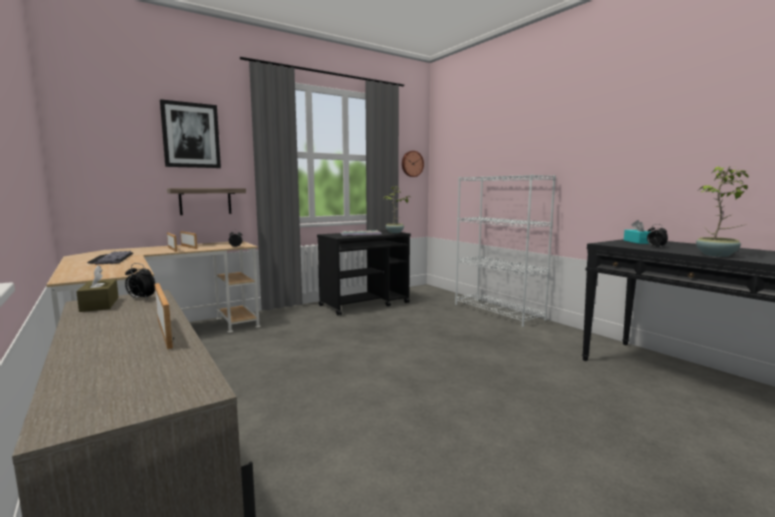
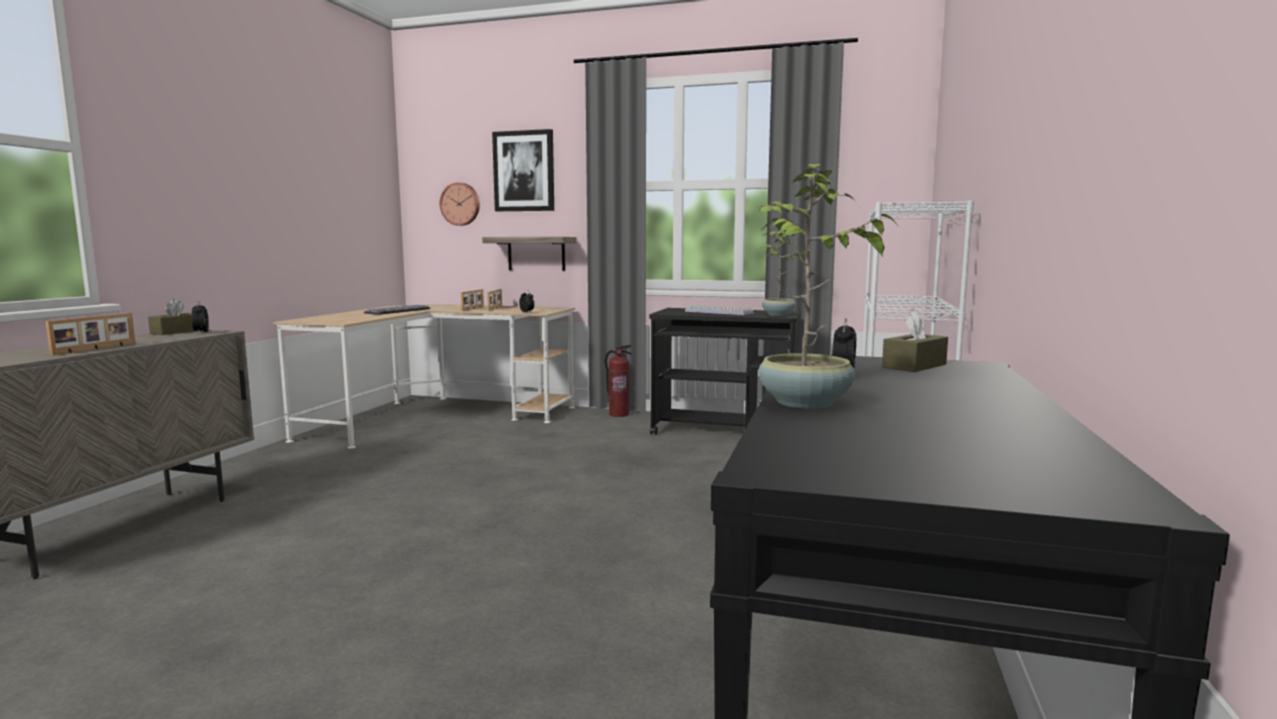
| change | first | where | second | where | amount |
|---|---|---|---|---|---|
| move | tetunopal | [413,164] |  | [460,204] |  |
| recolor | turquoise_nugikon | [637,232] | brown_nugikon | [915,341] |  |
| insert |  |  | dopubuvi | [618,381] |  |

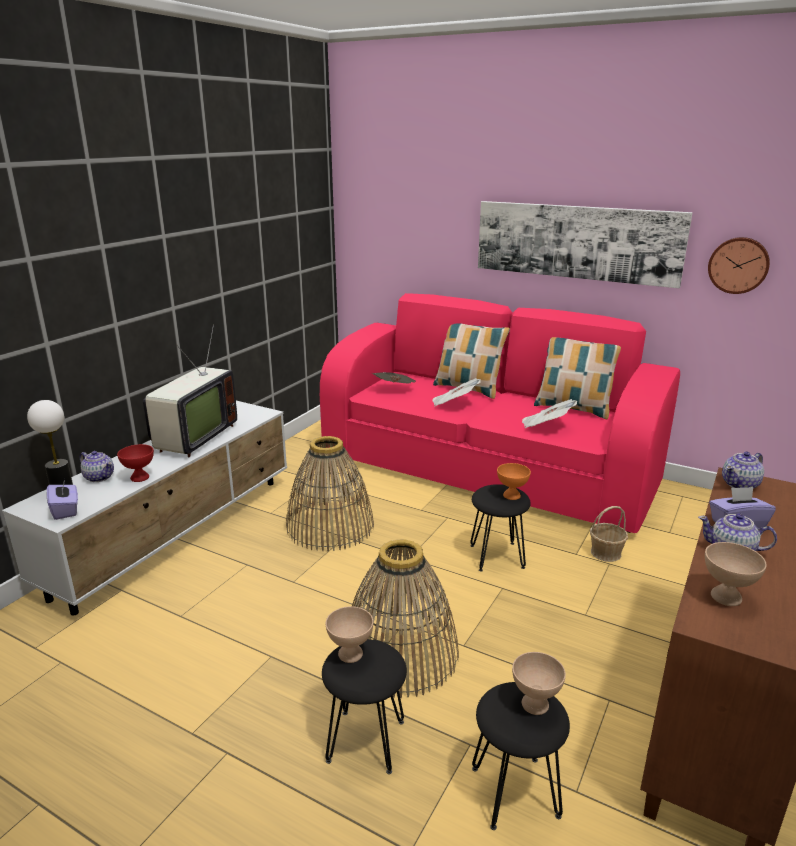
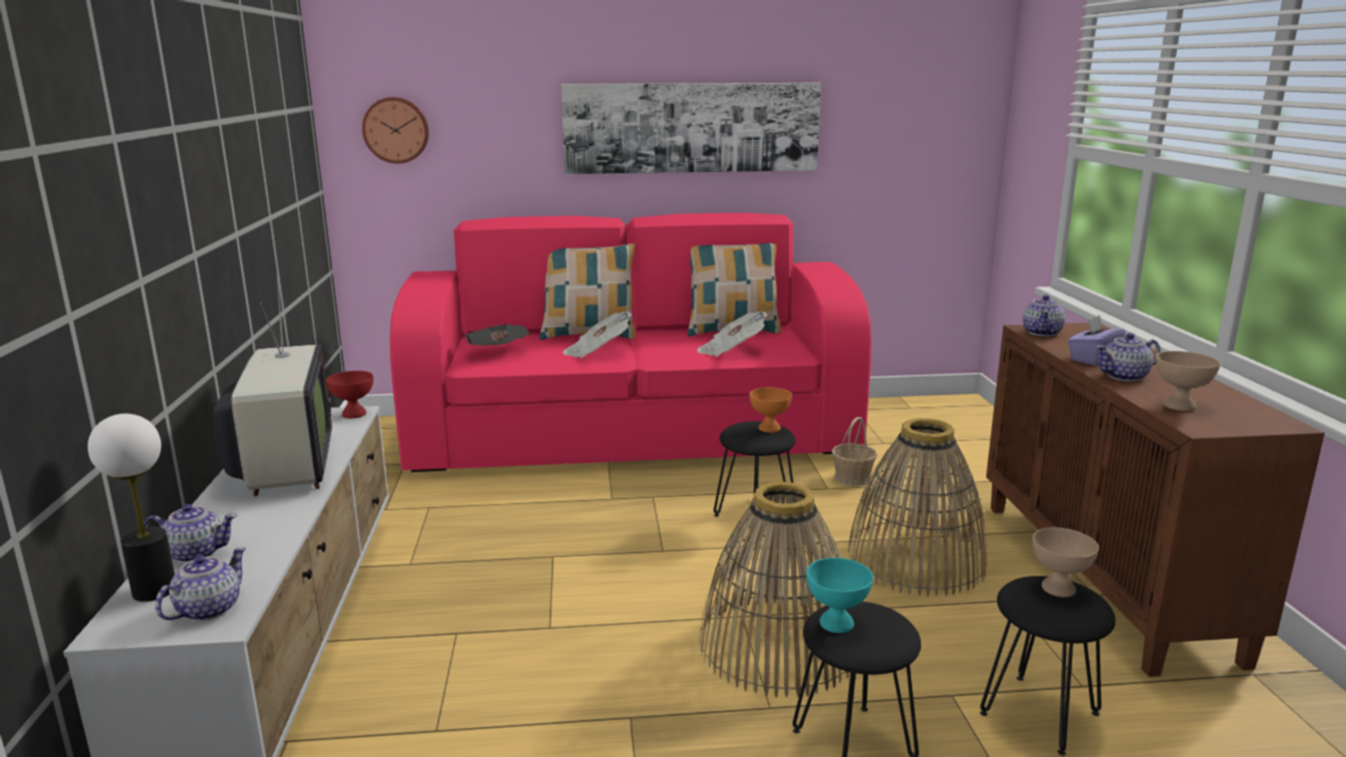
| change | first | where | second | where | amount |
|---|---|---|---|---|---|
| move | tetunopal | [739,265] |  | [395,130] |  |
| move | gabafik | [330,494] |  | [917,507] |  |
| move | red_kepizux | [135,463] |  | [349,394] |  |
| replace | purple_nugikon | [62,499] | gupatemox | [200,584] |  |
| recolor | beige_kepizux | [349,634] | turquoise_kepizux | [839,595] |  |

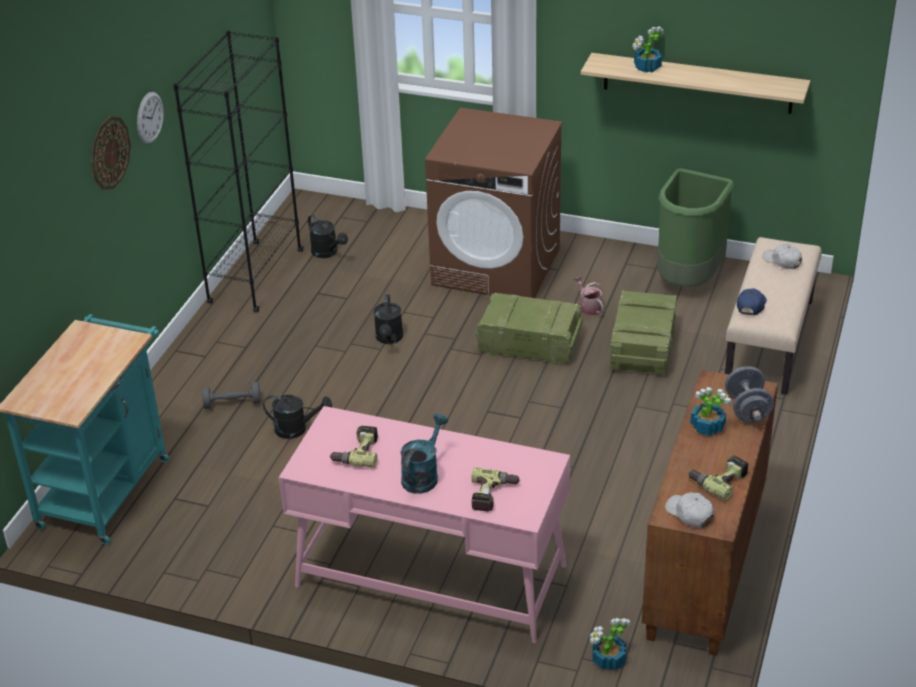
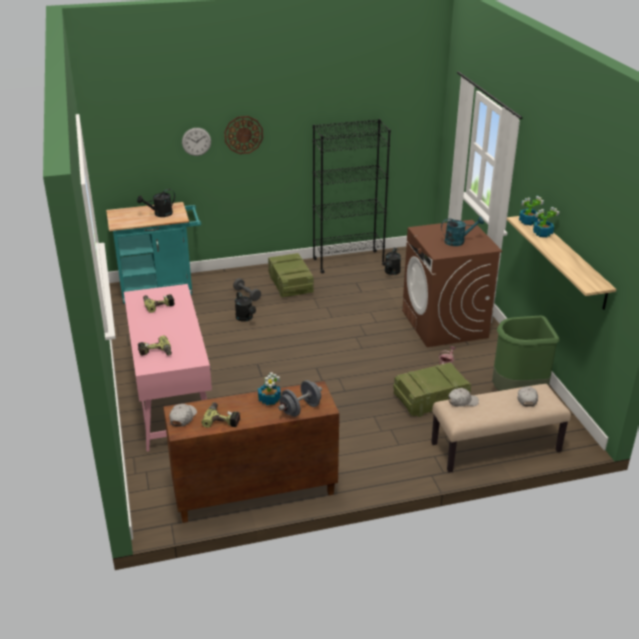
| change | first | where | second | where | amount |
|---|---|---|---|---|---|
| move | tetunopal | [150,118] |  | [196,142] |  |
| recolor | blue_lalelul | [752,302] | white_lalelul | [463,397] |  |
| move | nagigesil | [529,329] |  | [291,275] |  |
| move | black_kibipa | [388,319] |  | [156,203] |  |
| move | turquoise_kibipa | [424,454] |  | [462,231] |  |
| move | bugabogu | [610,644] |  | [531,210] |  |

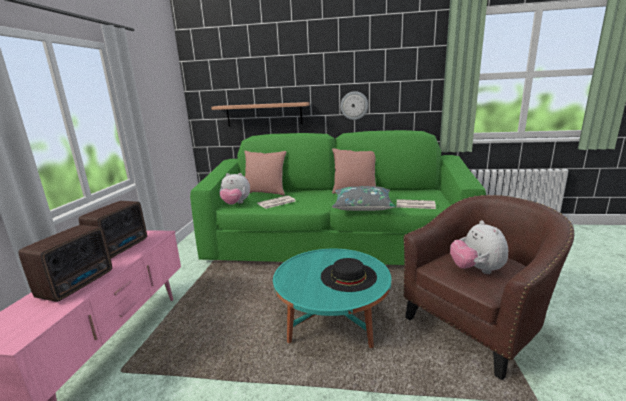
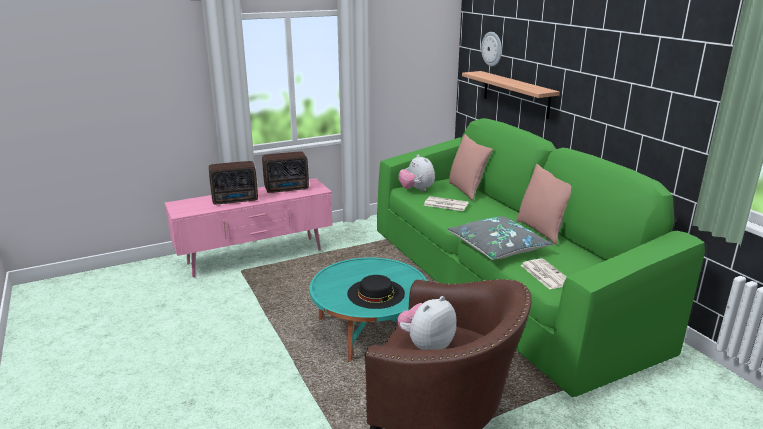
| change | first | where | second | where | amount |
|---|---|---|---|---|---|
| move | tetunopal | [354,105] |  | [491,49] |  |

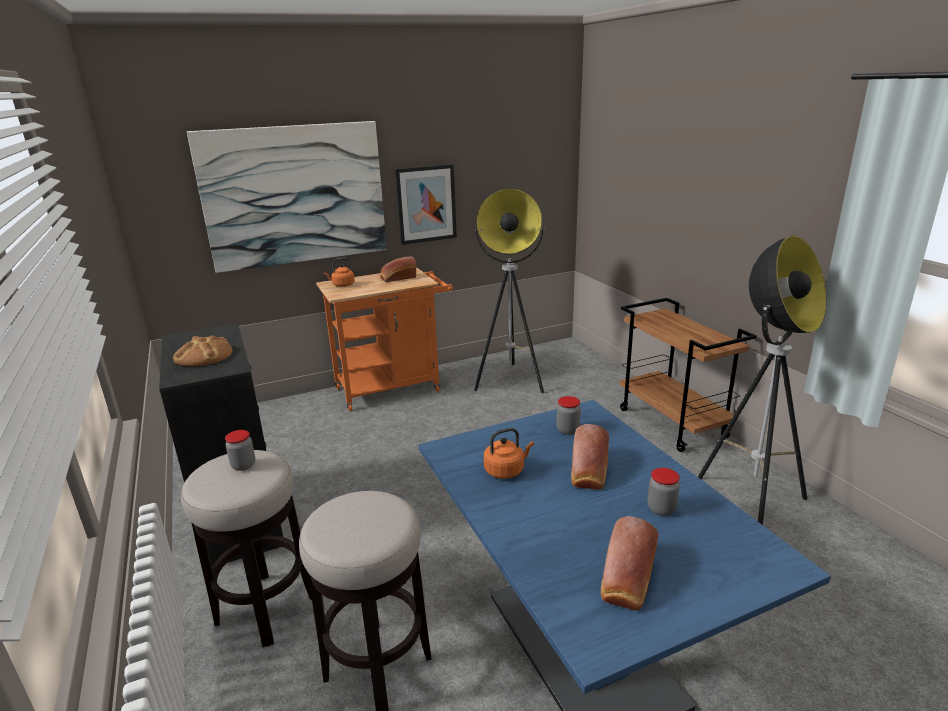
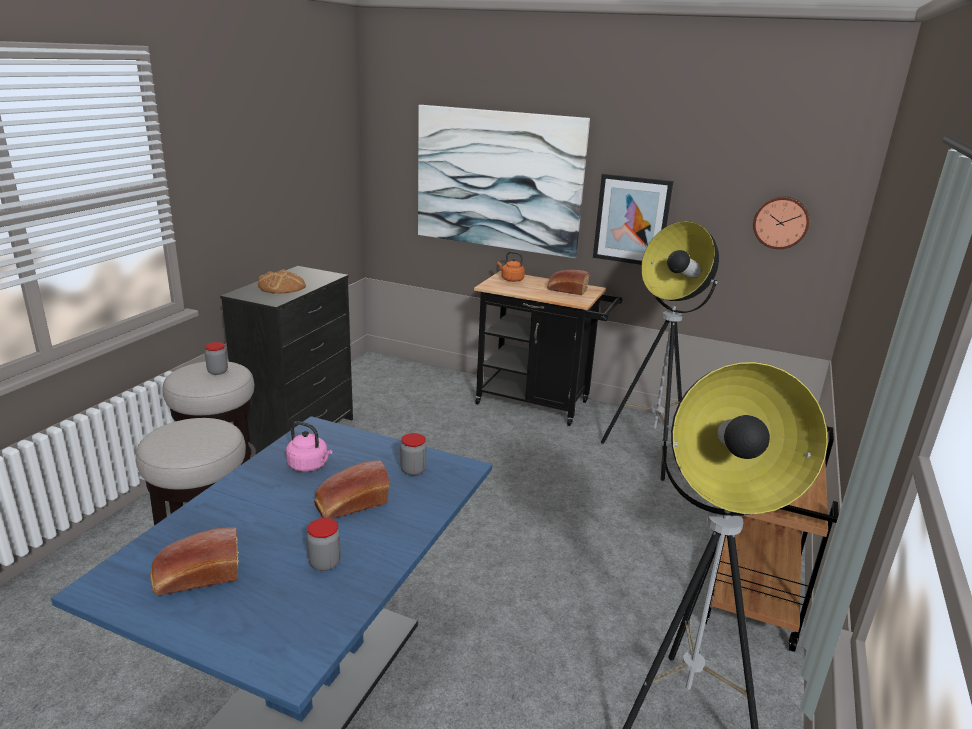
| change | first | where | second | where | amount |
|---|---|---|---|---|---|
| recolor | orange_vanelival | [384,340] | black_vanelival | [548,348] |  |
| recolor | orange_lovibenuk | [509,453] | pink_lovibenuk | [309,446] |  |
| insert |  |  | tetunopal | [781,222] |  |

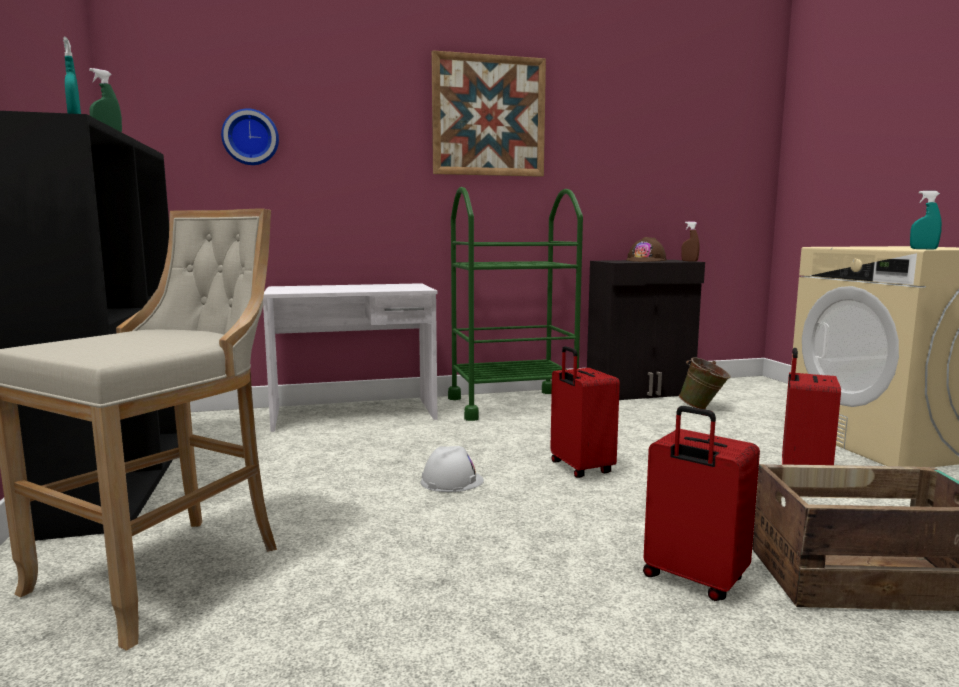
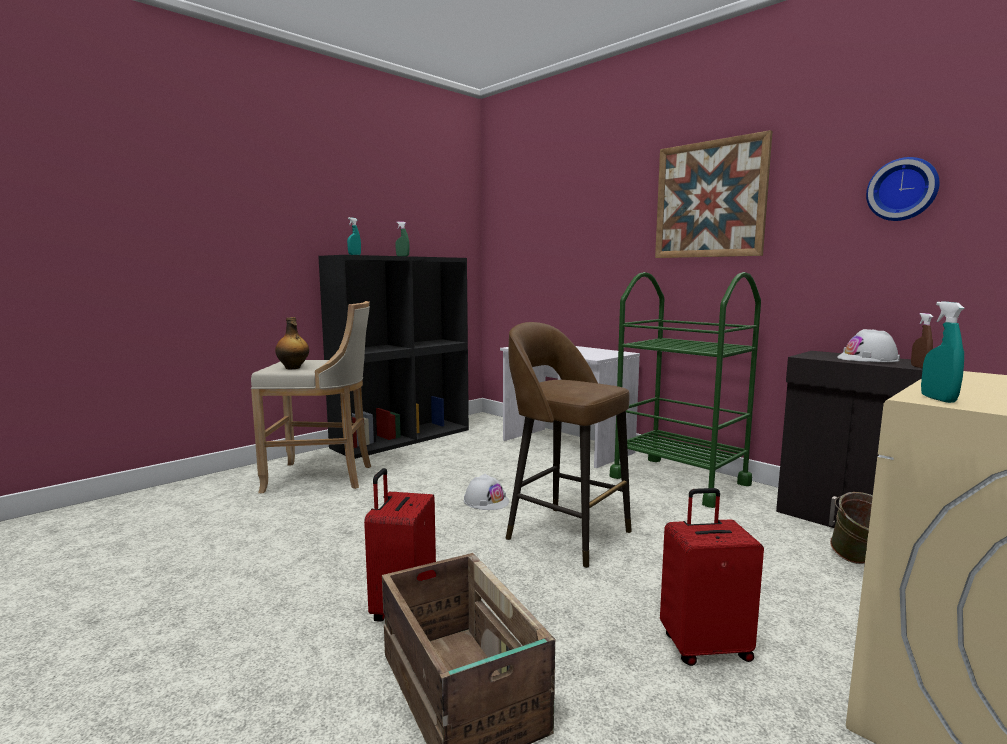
| change | first | where | second | where | amount |
|---|---|---|---|---|---|
| move | tetunopal | [250,136] |  | [902,189] |  |
| recolor | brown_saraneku | [646,249] | white_saraneku | [868,345] |  |
| replace | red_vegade | [585,412] | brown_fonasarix | [569,445] |  |
| insert |  |  | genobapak | [292,343] |  |

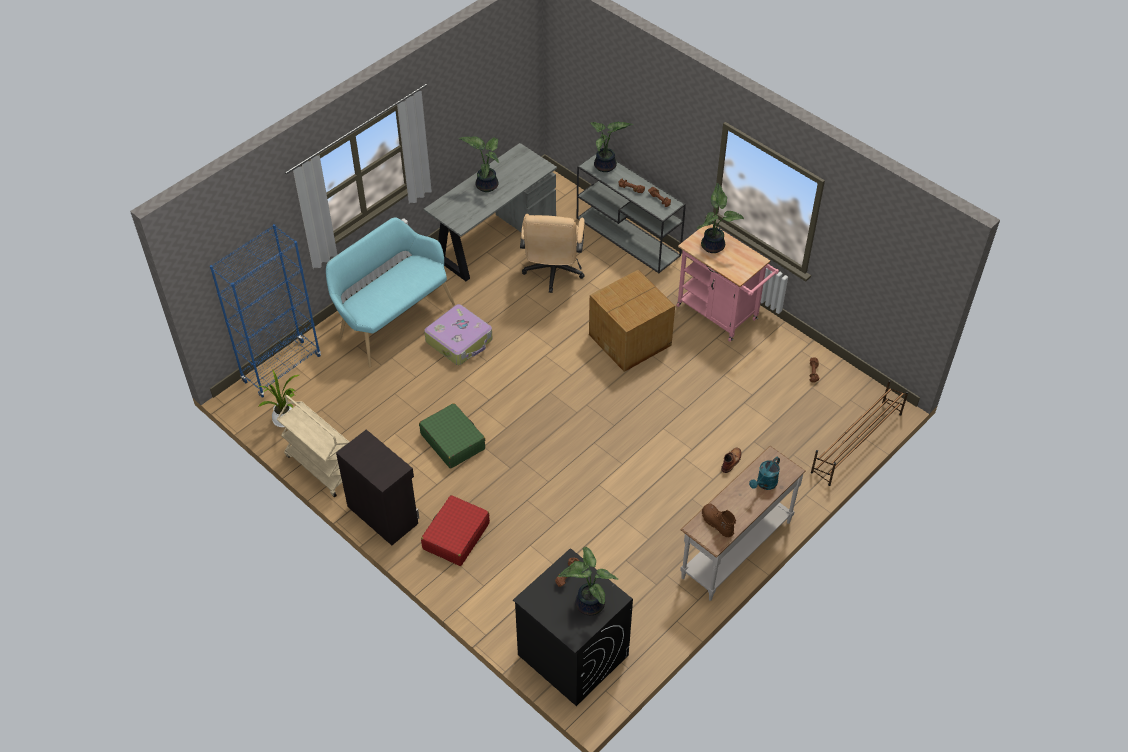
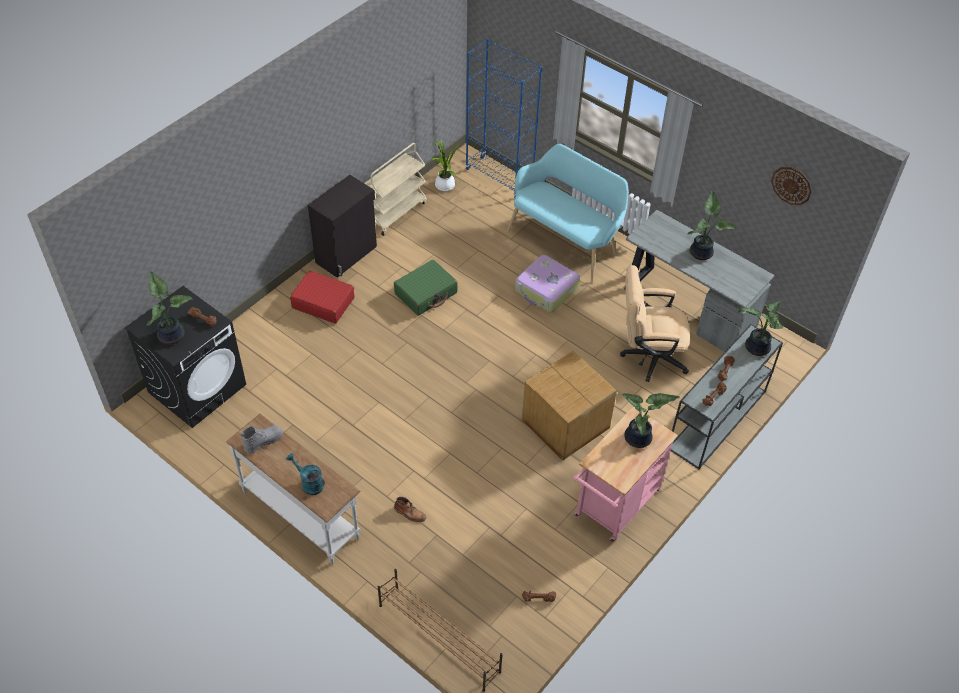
| change | first | where | second | where | amount |
|---|---|---|---|---|---|
| recolor | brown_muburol | [719,520] | grey_muburol | [262,439] |  |
| insert |  |  | tetunopal | [791,186] |  |

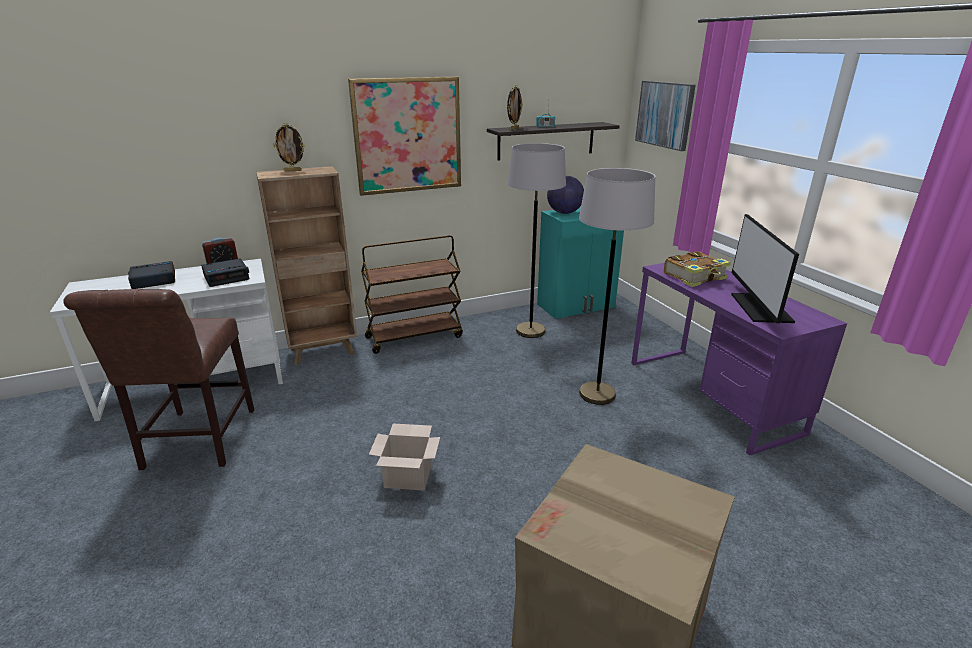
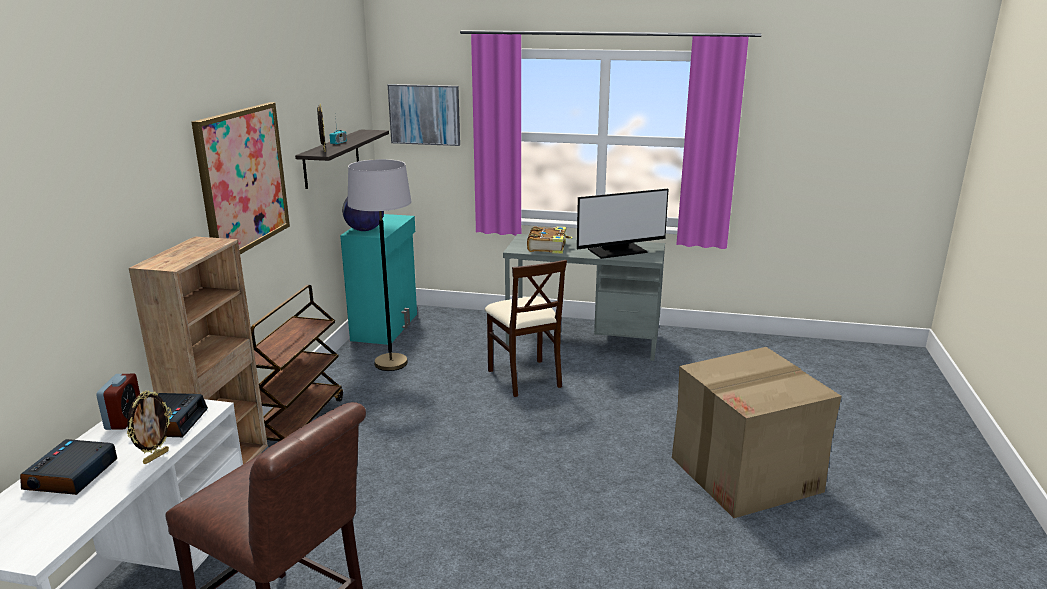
| change | first | where | second | where | amount |
|---|---|---|---|---|---|
| move | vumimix | [289,147] |  | [149,427] |  |
| replace | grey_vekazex | [617,286] | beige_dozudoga | [526,328] |  |
| rotate | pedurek | [765,268] |  | [622,224] | 60 degrees counterclockwise |
| recolor | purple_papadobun | [739,359] | grey_papadobun | [584,297] |  |
| delete | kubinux | [404,457] |  |  |  |

